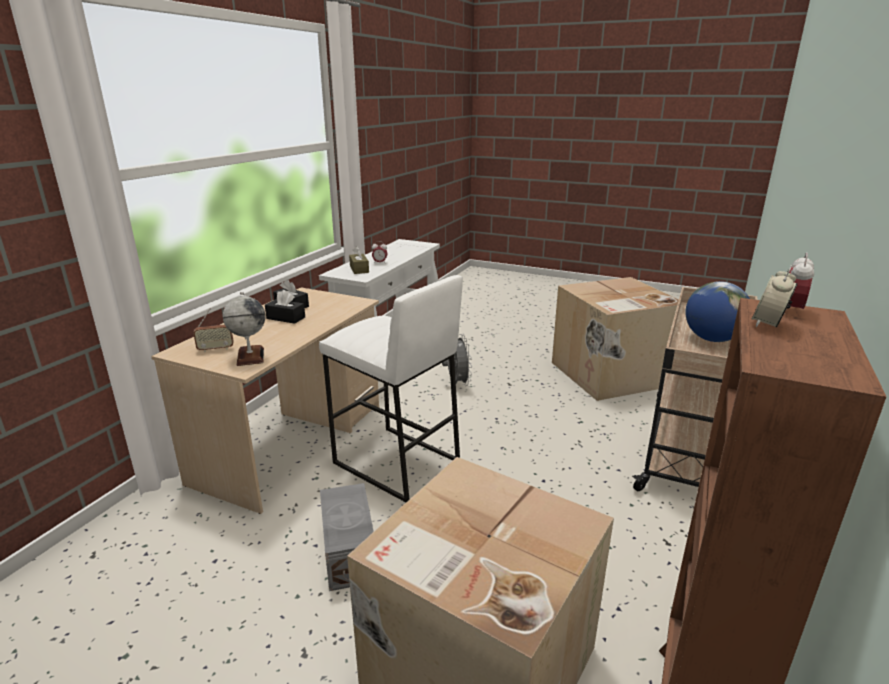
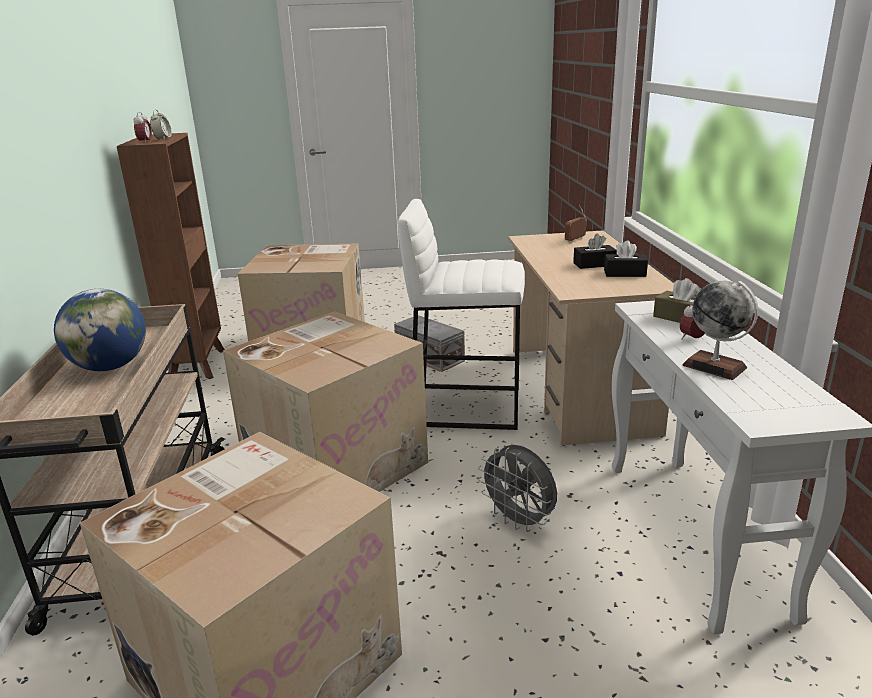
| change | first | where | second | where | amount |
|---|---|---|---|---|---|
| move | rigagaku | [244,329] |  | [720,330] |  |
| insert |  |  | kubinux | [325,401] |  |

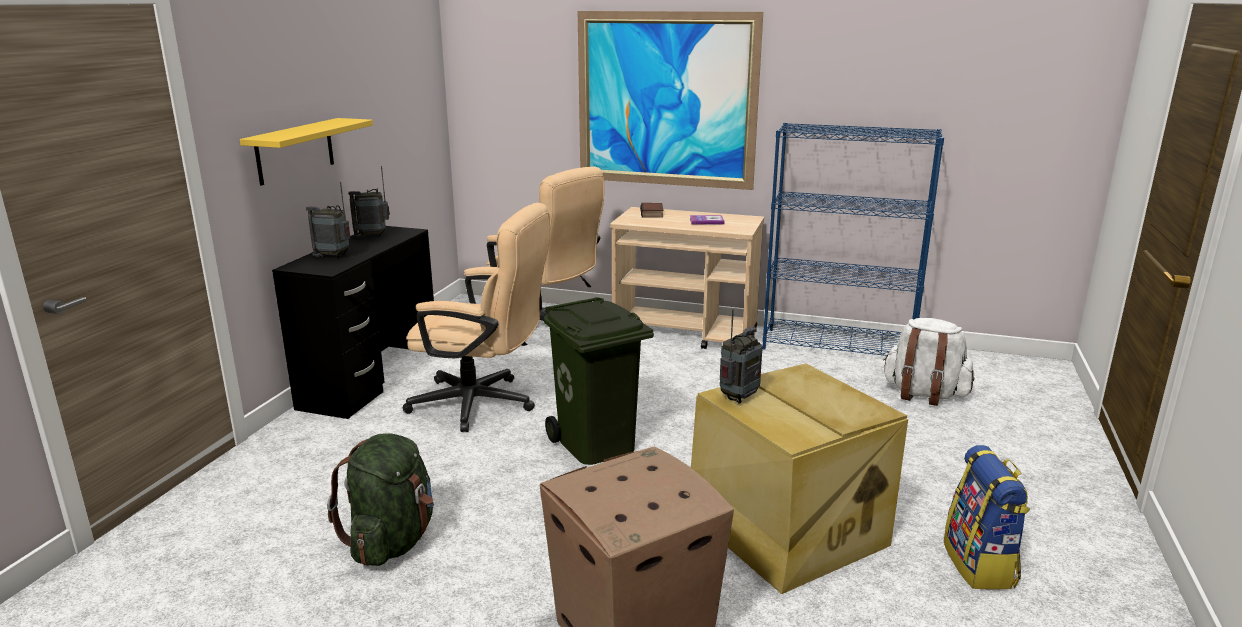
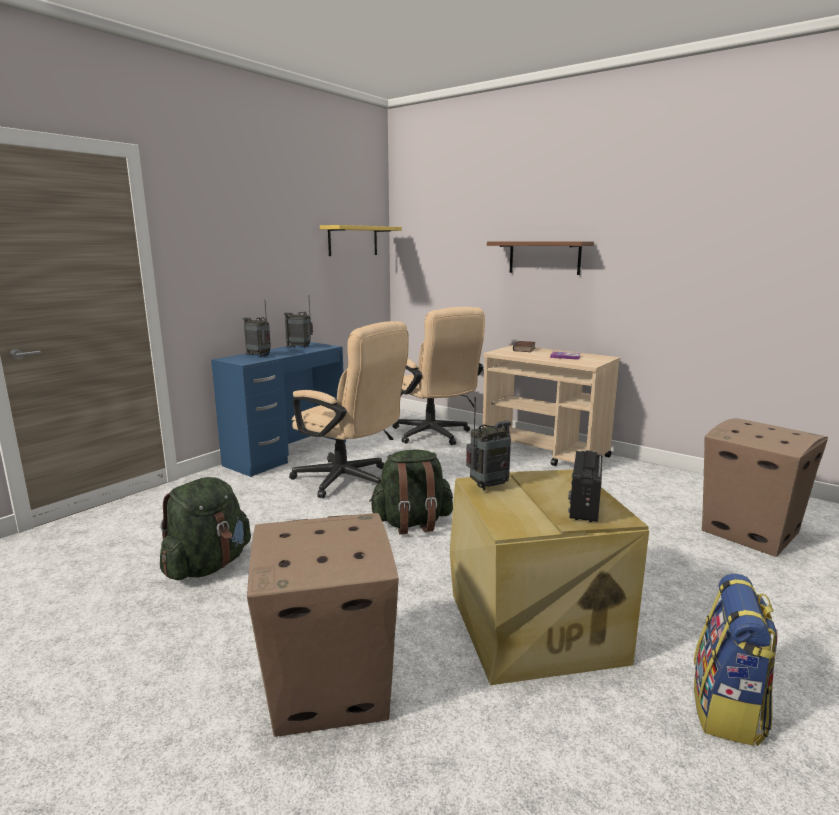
| change | first | where | second | where | amount |
|---|---|---|---|---|---|
| replace | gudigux | [670,100] | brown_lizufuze | [540,258] |  |
| move | yellow_lizufuze | [306,152] |  | [361,240] |  |
| delete | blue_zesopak | [853,239] |  |  |  |
| recolor | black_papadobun | [353,322] | blue_papadobun | [278,409] |  |
| replace | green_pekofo | [599,381] | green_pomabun | [411,491] |  |
| replace | white_pomabun | [928,362] | kubinux | [765,487] |  |
| insert |  |  | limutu | [585,486] |  |

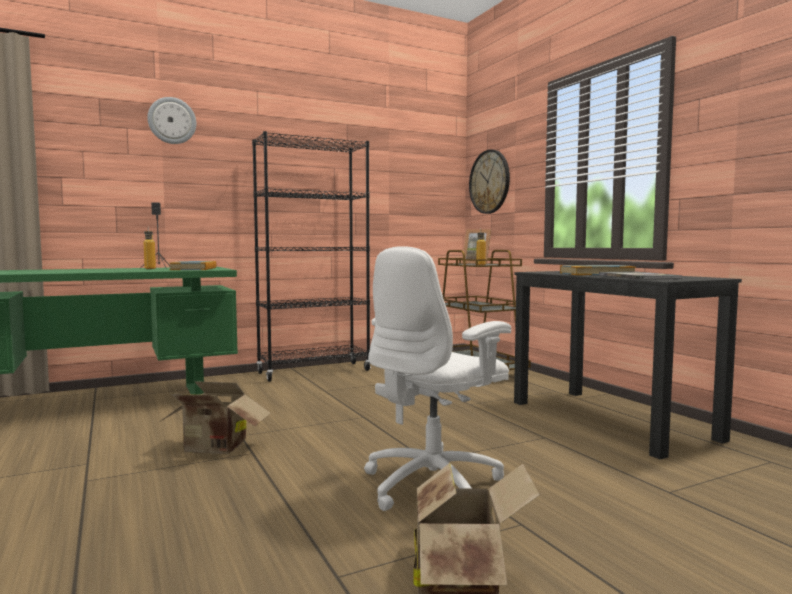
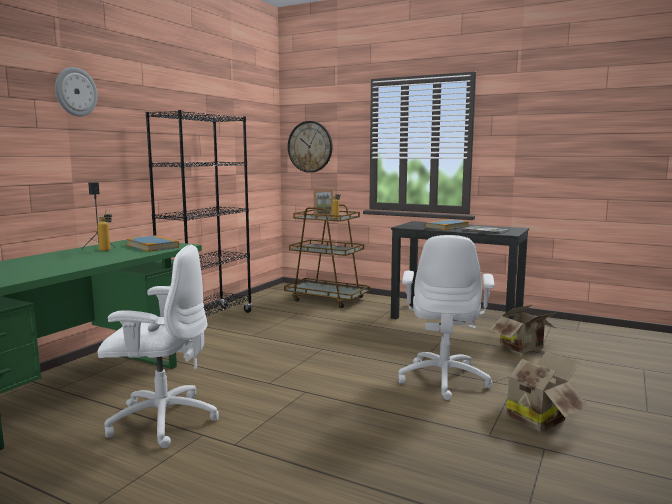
| change | first | where | second | where | amount |
|---|---|---|---|---|---|
| move | kubinux | [214,417] |  | [523,329] |  |
| insert |  |  | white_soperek | [158,346] |  |

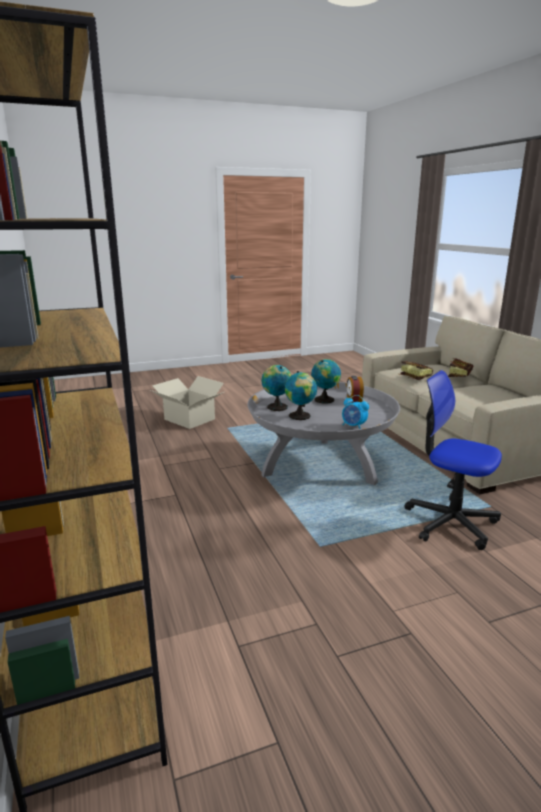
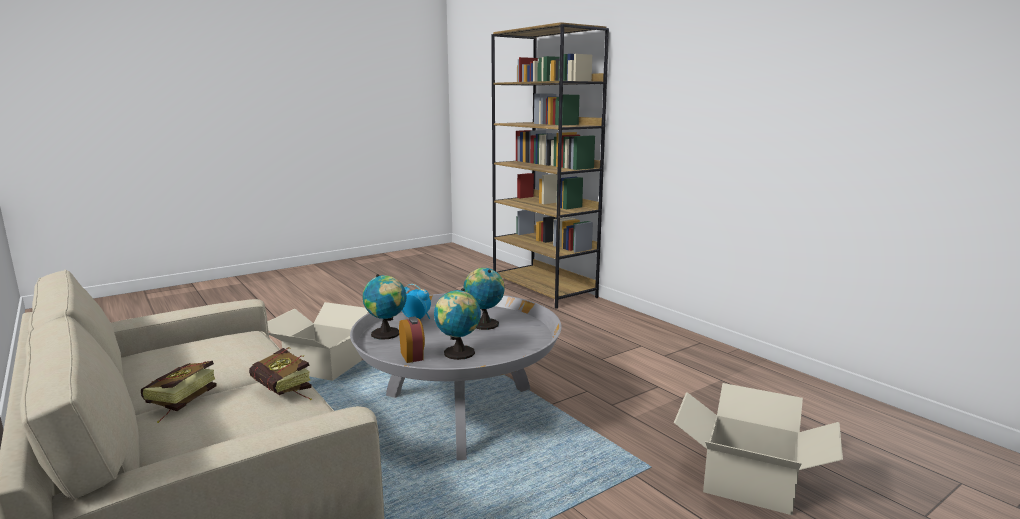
| change | first | where | second | where | amount |
|---|---|---|---|---|---|
| move | rigagaku | [277,388] |  | [385,307] |  |
| replace | soperek | [453,460] | kubinux | [317,341] |  |

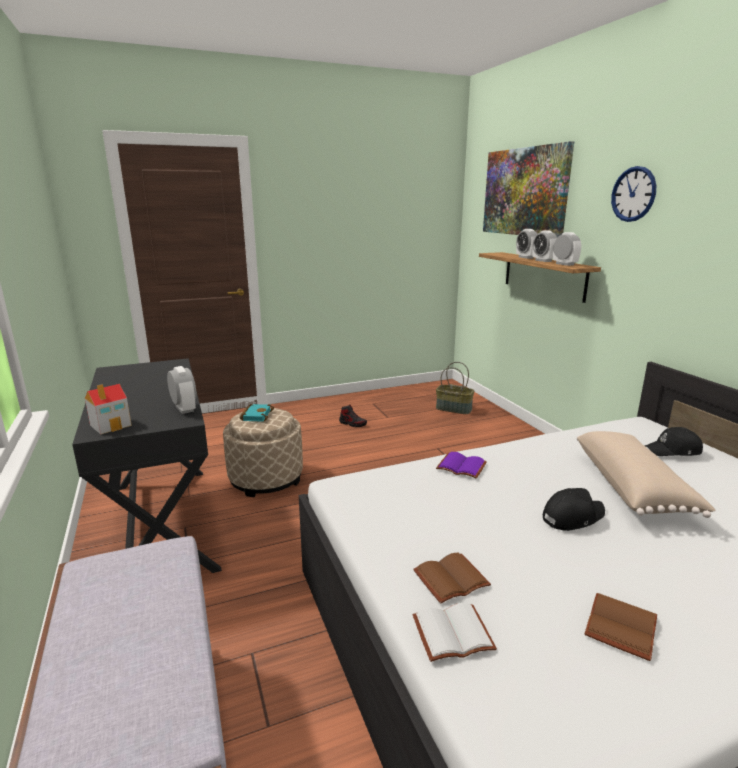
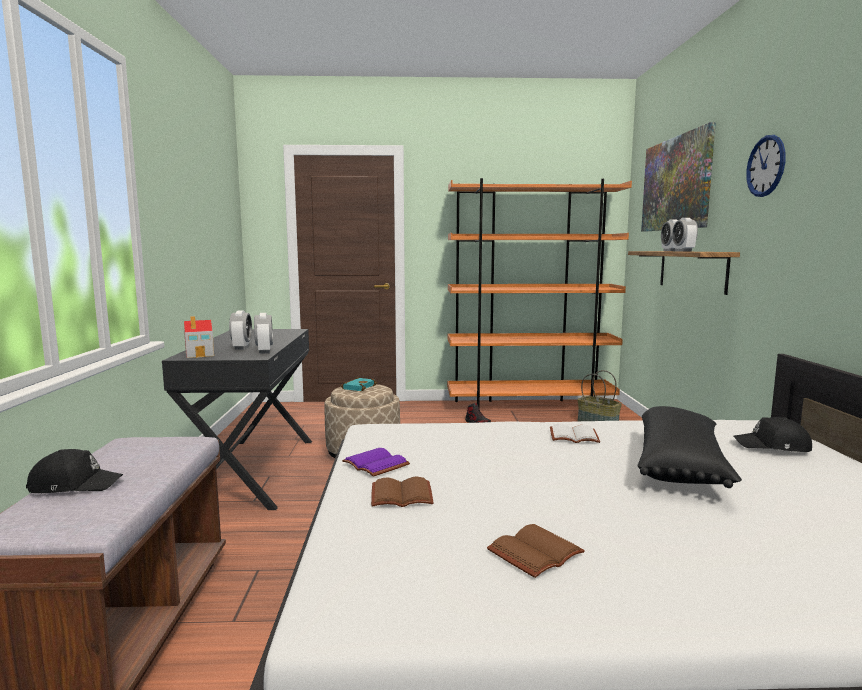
| change | first | where | second | where | amount |
|---|---|---|---|---|---|
| move | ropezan | [567,249] |  | [240,330] |  |
| recolor | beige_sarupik | [646,474] | black_sarupik | [690,447] |  |
| move | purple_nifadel | [461,465] |  | [376,462] |  |
| move | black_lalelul | [574,509] |  | [74,471] |  |
| move | white_nifadel | [454,632] |  | [575,433] |  |
| insert |  |  | orange_zesopak | [539,292] |  |

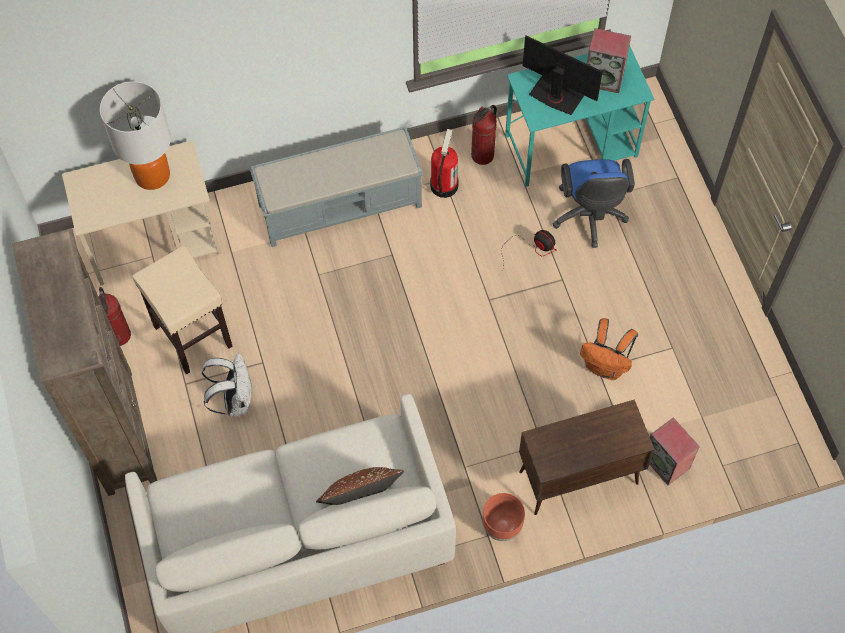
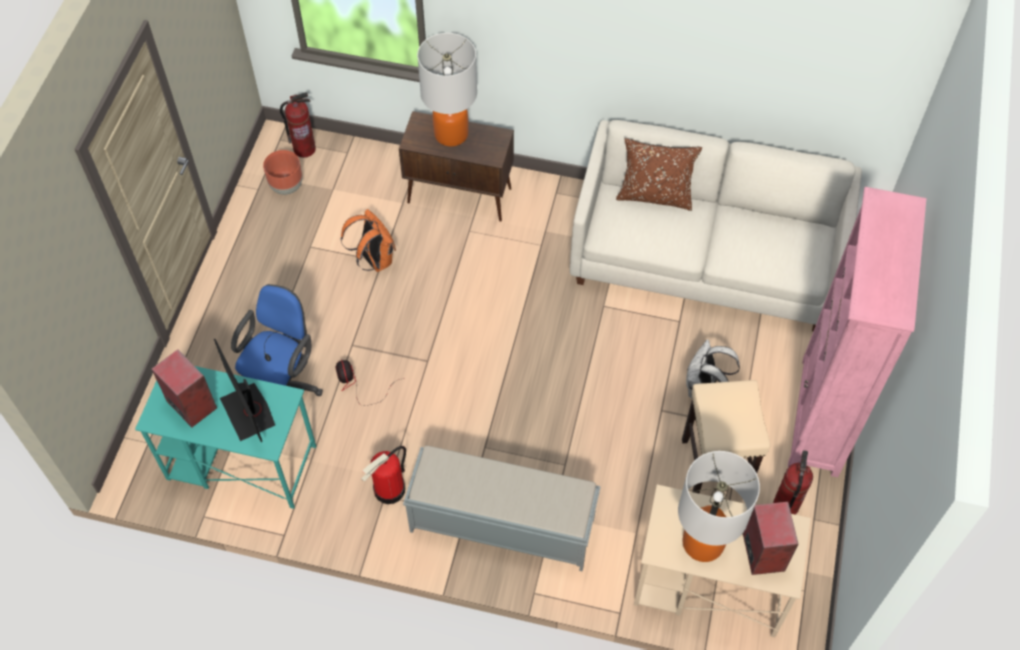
| change | first | where | second | where | amount |
|---|---|---|---|---|---|
| move | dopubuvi | [484,135] |  | [298,125] |  |
| recolor | brown_zesopak | [84,362] | pink_zesopak | [857,332] |  |
| move | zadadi | [674,451] |  | [771,538] |  |
| move | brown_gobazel | [504,517] |  | [282,172] |  |
| insert |  |  | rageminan | [447,90] |  |

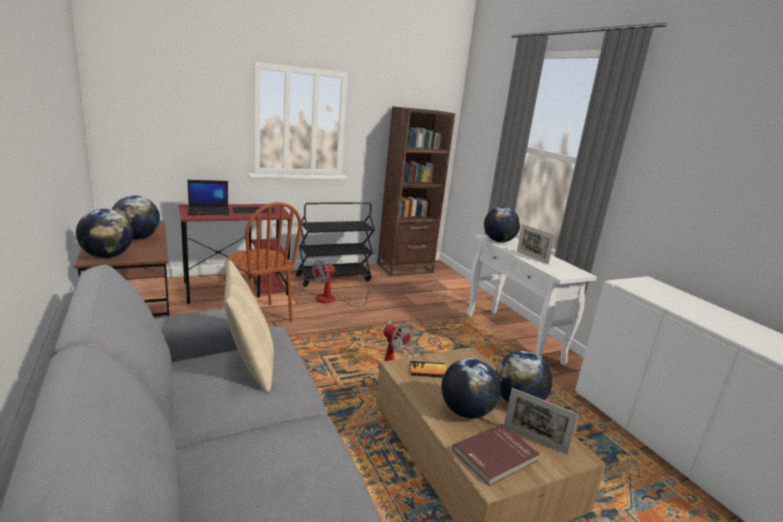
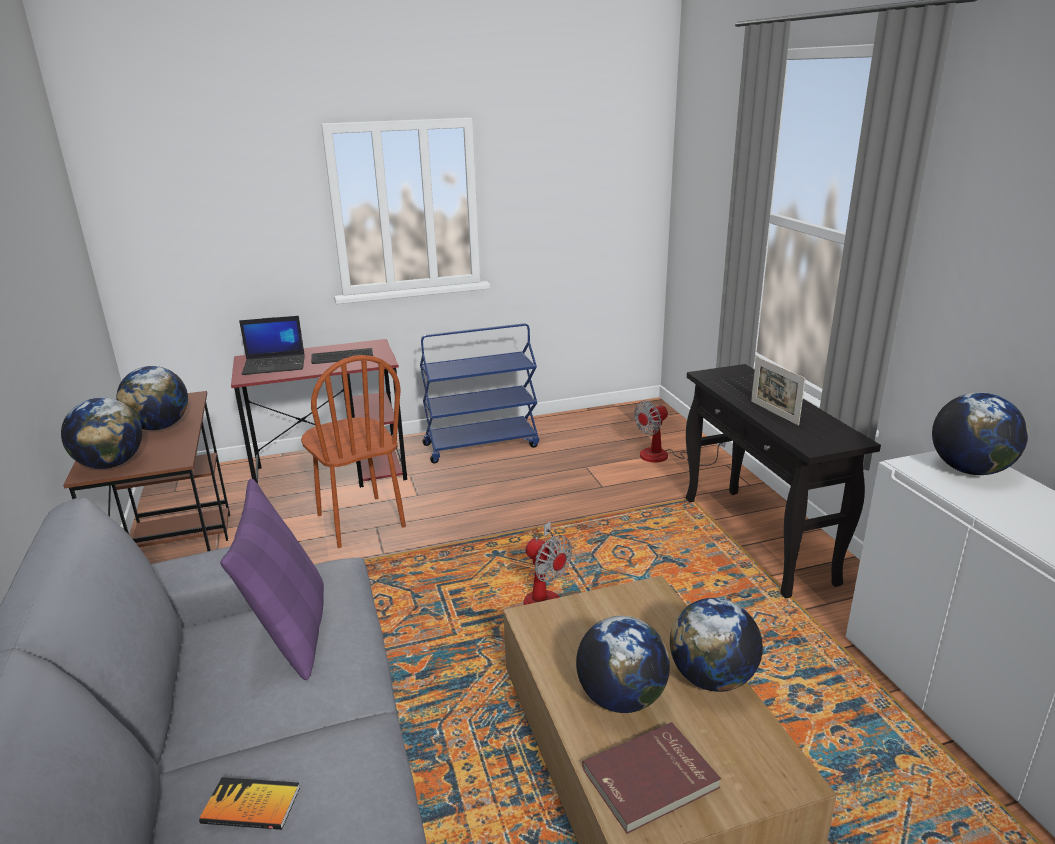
| change | first | where | second | where | amount |
|---|---|---|---|---|---|
| delete | brown_zesopak | [416,191] |  |  |  |
| recolor | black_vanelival | [335,244] | blue_vanelival | [479,393] |  |
| move | rigagaku | [502,224] |  | [980,433] |  |
| recolor | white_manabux | [532,299] | black_manabux | [783,481] |  |
| recolor | beige_sarupik | [249,326] | purple_sarupik | [272,579] |  |
| move | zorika | [342,283] |  | [679,433] |  |
| move | nifadel | [428,369] |  | [249,803] |  |
| delete | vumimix | [541,421] |  |  |  |

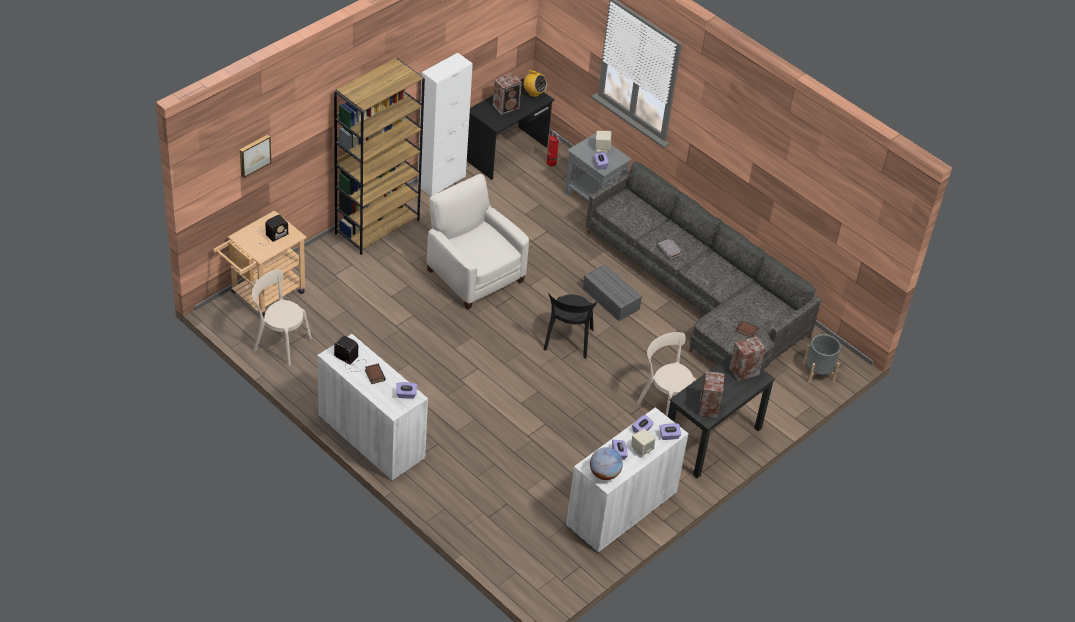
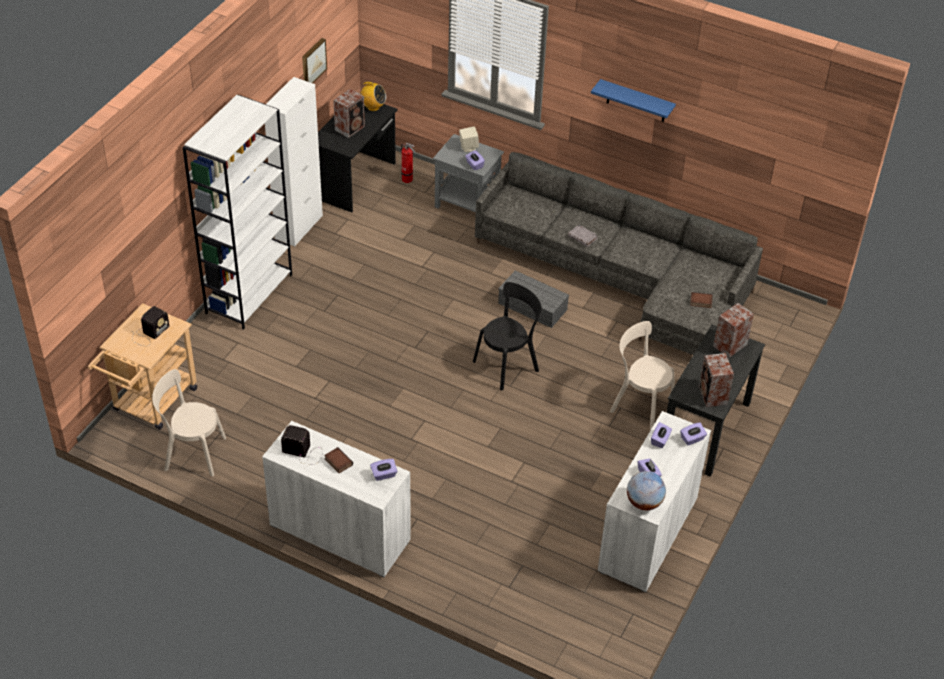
| change | first | where | second | where | amount |
|---|---|---|---|---|---|
| recolor | brown_zesopak | [379,156] | white_zesopak | [237,212] |  |
| move | gudigux | [255,156] |  | [314,60] |  |
| delete | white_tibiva | [478,242] |  |  |  |
| rotate | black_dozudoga | [570,325] |  | [507,336] | 120 degrees counterclockwise |
| delete | grey_gobazel | [822,358] |  |  |  |
| delete | beige_zadadi | [643,443] |  |  |  |
| insert |  |  | blue_lizufuze | [633,100] |  |

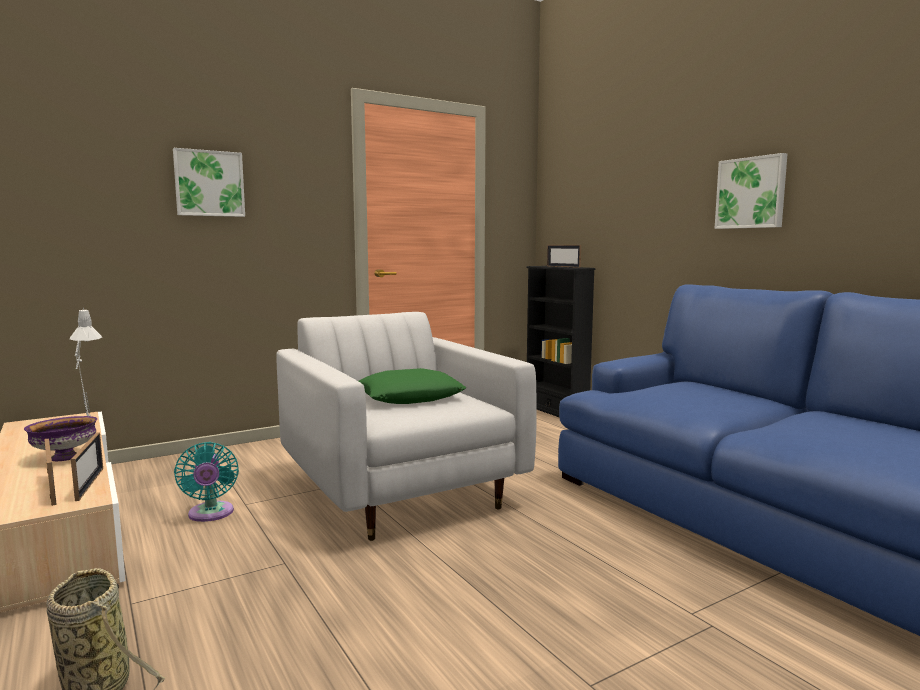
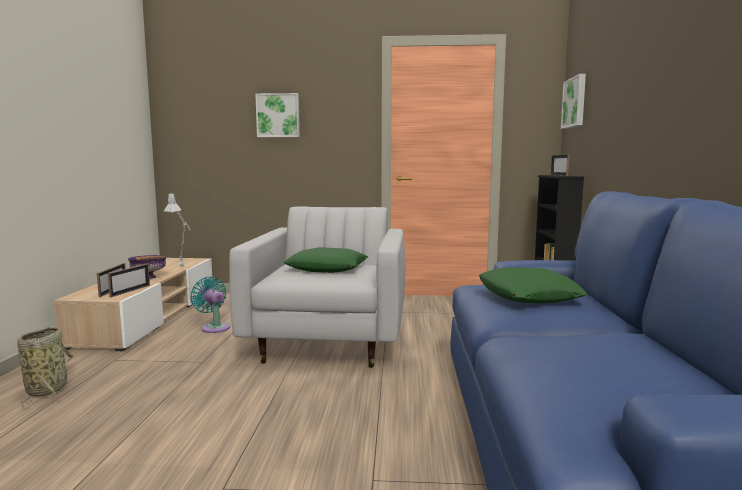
| change | first | where | second | where | amount |
|---|---|---|---|---|---|
| move | gudigux | [751,191] |  | [573,101] |  |
| rotate | turquoise_zorika | [206,482] |  | [210,305] | 120 degrees clockwise |
| insert |  |  | green_sarupik | [533,285] |  |

